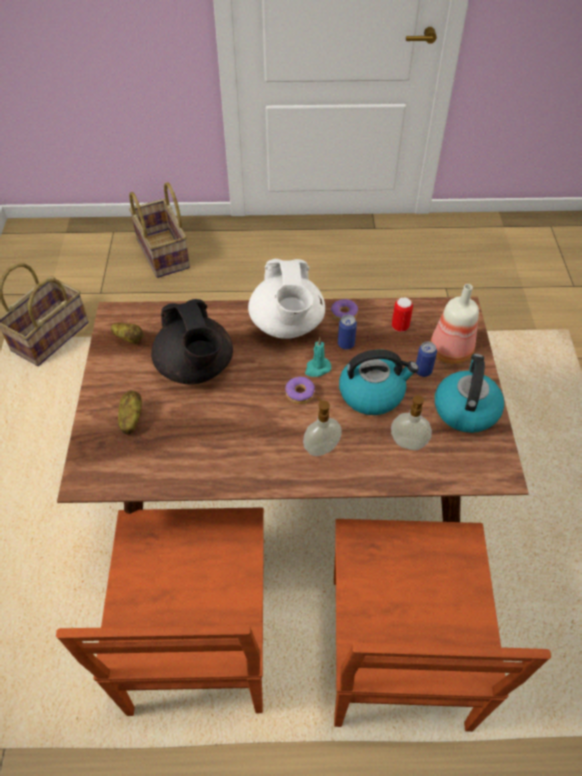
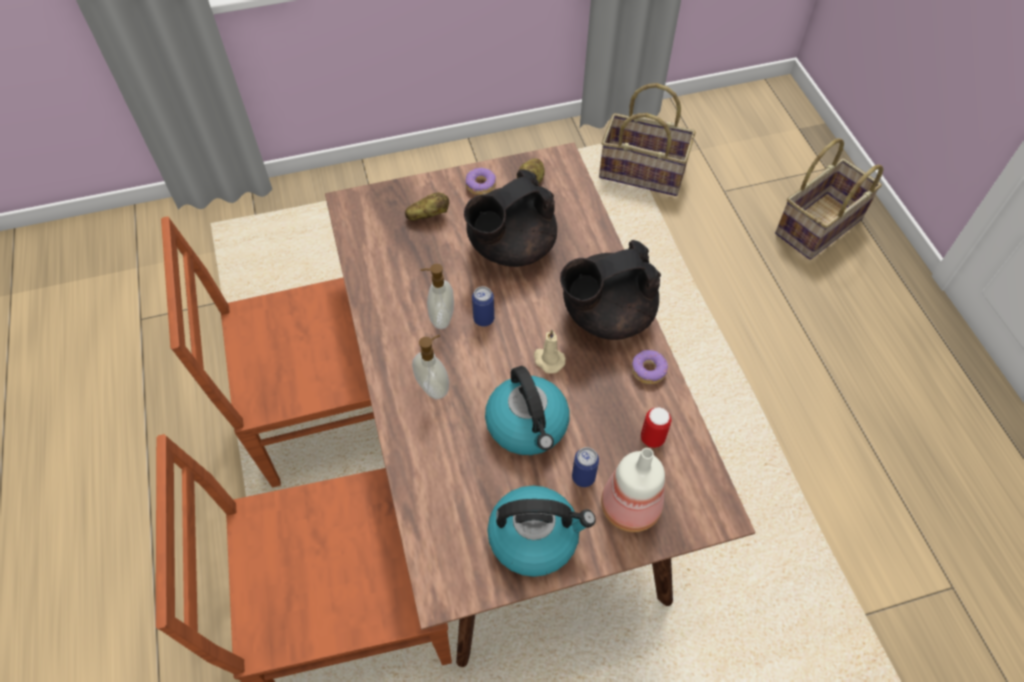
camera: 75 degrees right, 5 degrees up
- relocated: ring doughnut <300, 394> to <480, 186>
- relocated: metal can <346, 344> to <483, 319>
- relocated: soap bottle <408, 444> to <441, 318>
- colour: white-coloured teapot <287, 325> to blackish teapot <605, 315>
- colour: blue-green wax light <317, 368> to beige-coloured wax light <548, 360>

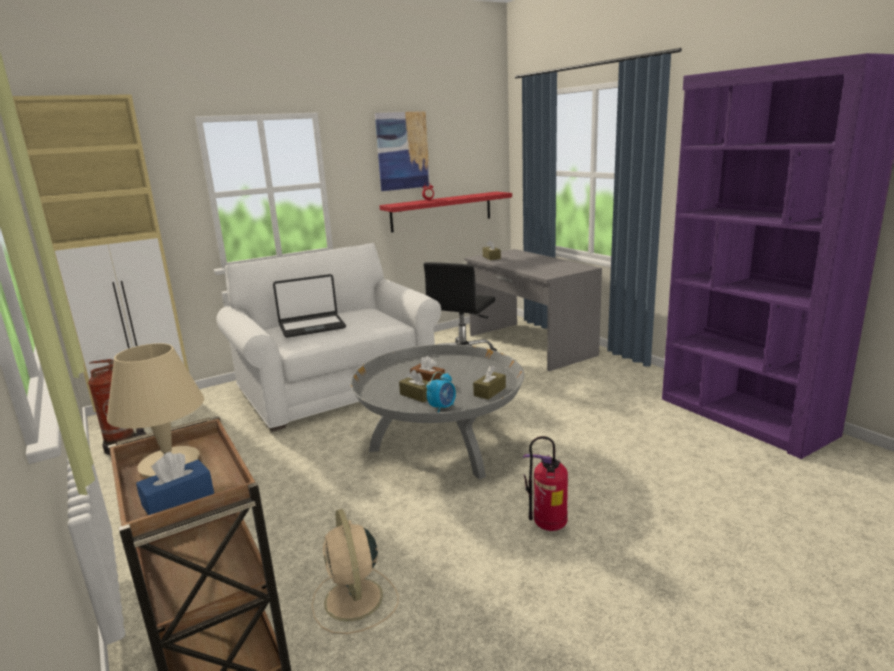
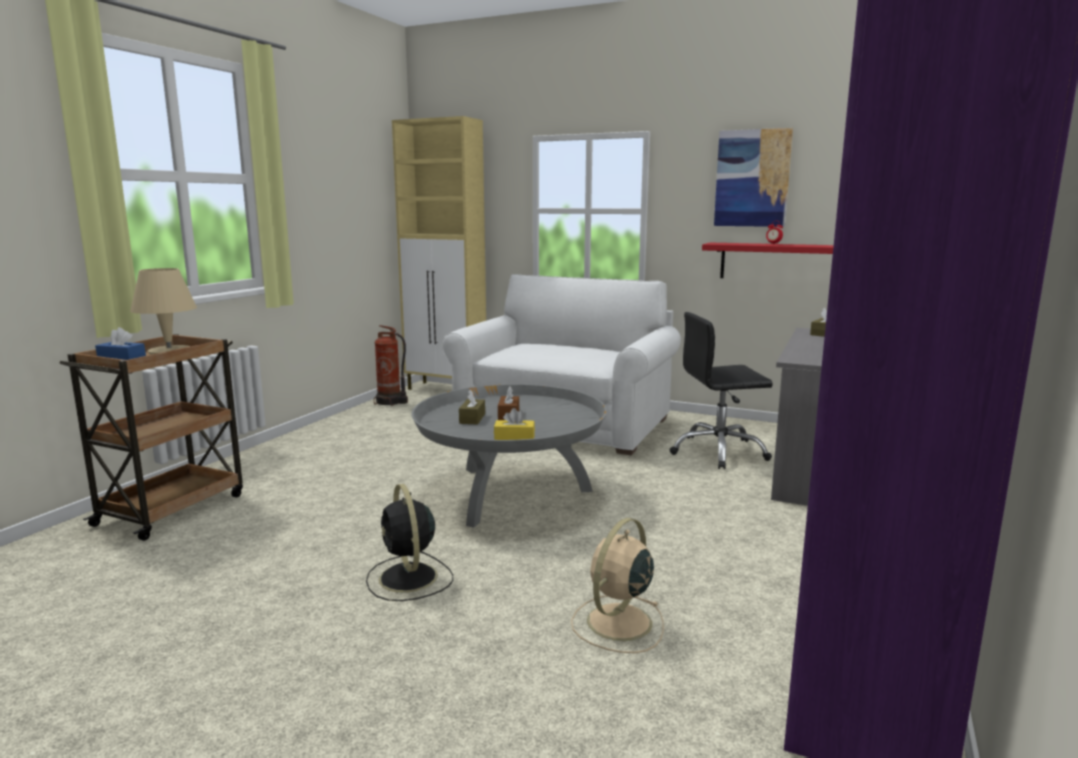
camera: 55 degrees right, 5 degrees down
- missing: laptop <312, 327>
- missing: alarm clock <442, 408>
- relocated: beige-coloured cooling fan <354, 601> to <617, 623>
- exchanged: fire-fighting cylinder <548, 527> to blackish cooling fan <409, 579>
- colour: brown box of tissues <489, 391> to yellow-coloured box of tissues <514, 439>

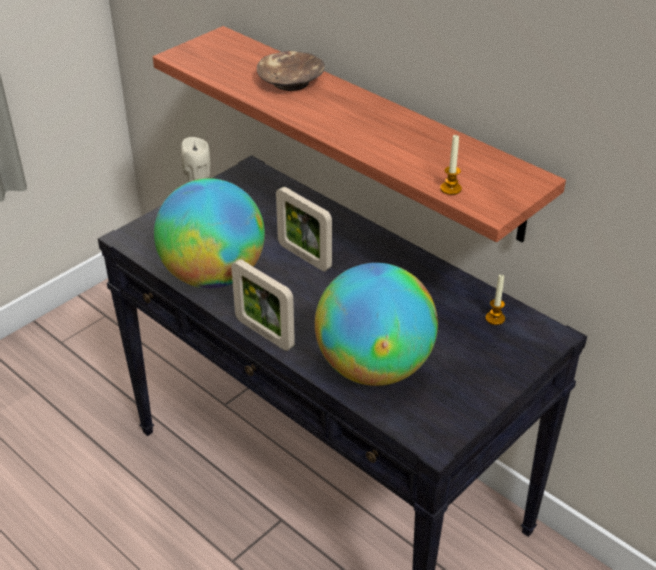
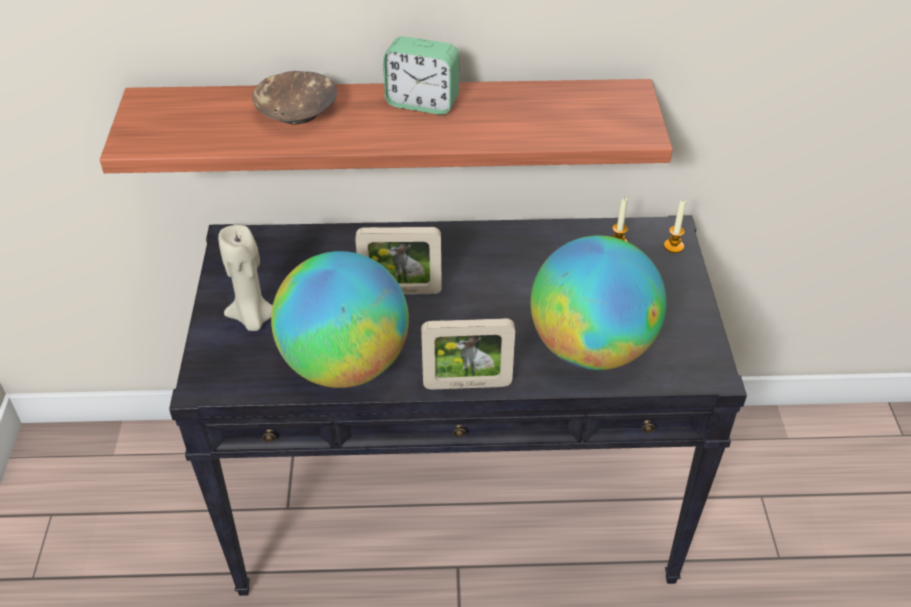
camera: 45 degrees left, 5 degrees up
- appeared: alarm clock <422, 102>
- relocated: wax light <450, 189> to <673, 246>

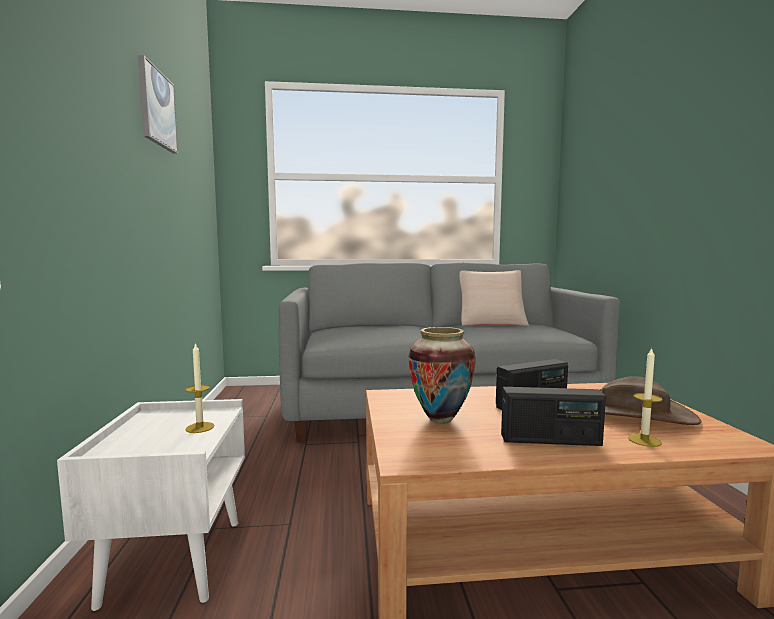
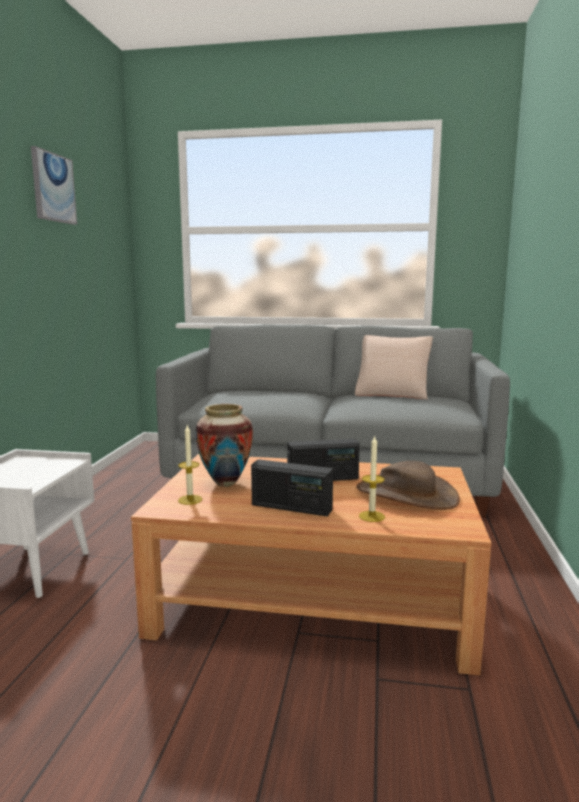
camera: 15 degrees right, 5 degrees up
- relocated: wax light <200, 427> to <190, 500>

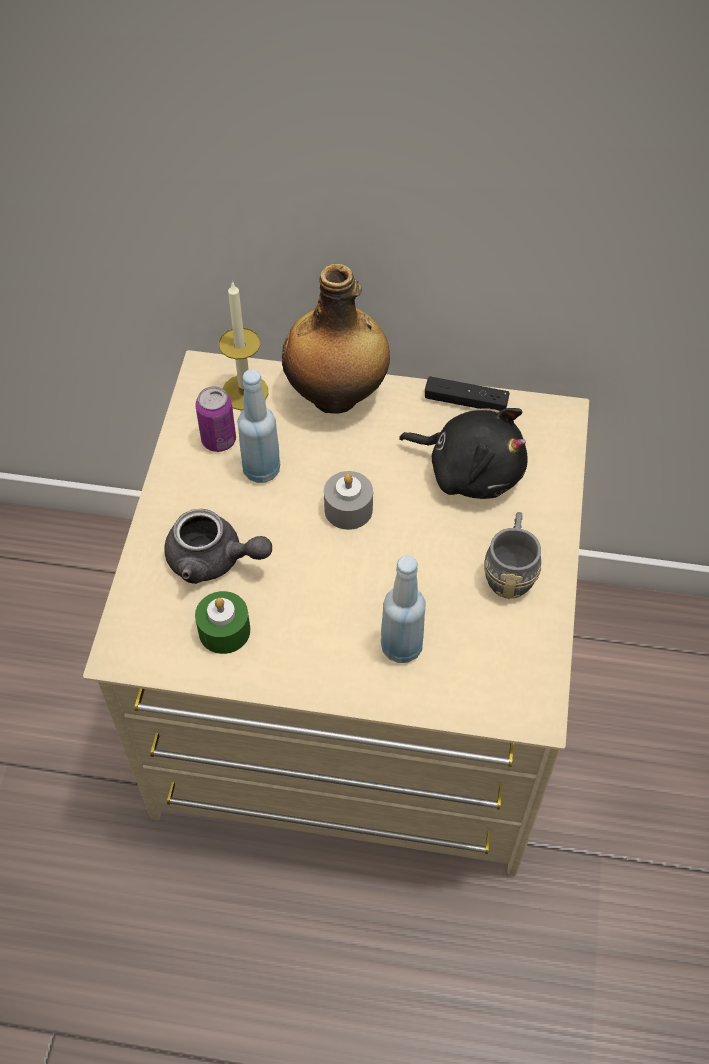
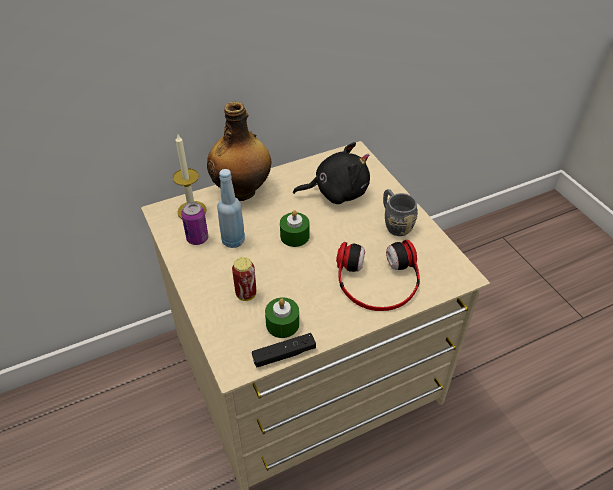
camera: 35 degrees left, 10 degrees down
- relocated: blackish game controller <465, 401> to <284, 354>
- exchanged: gray teapot <214, 560> to metal can <246, 294>
- exchanged: blue-coloured beverage bottle <401, 647> to pair of headphones <377, 282>
- colour: gray wax light <348, 509> to green-coloured wax light <294, 236>

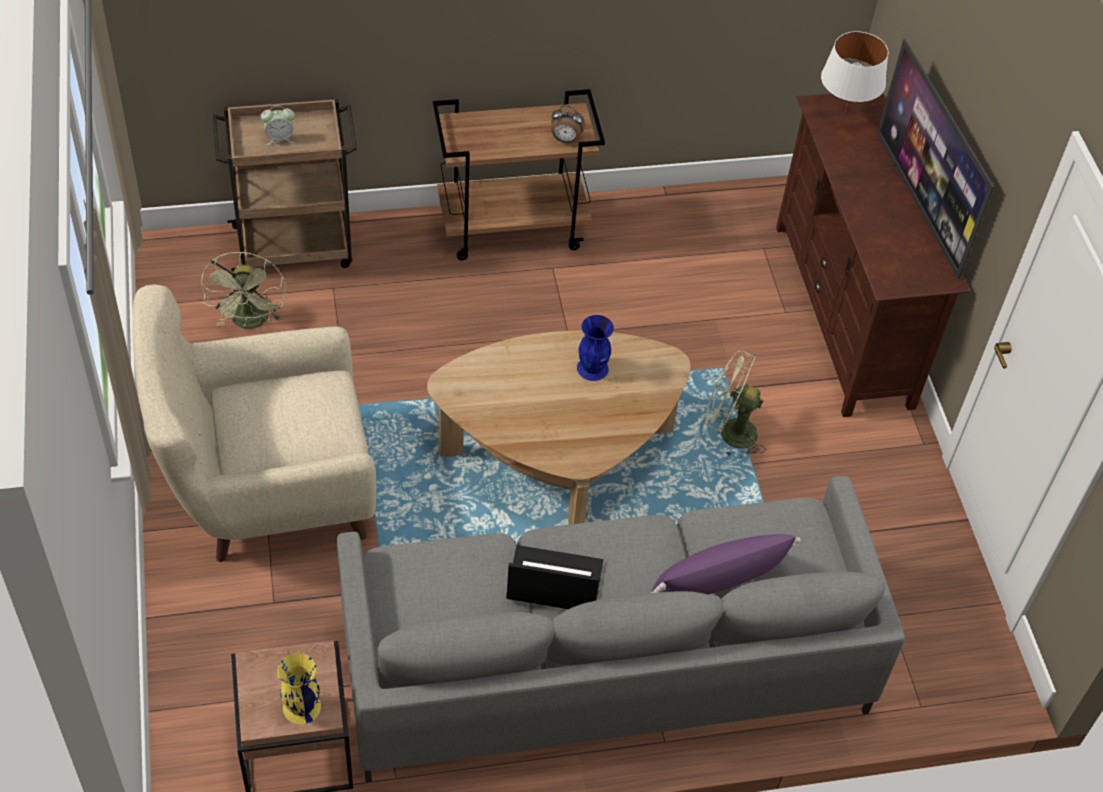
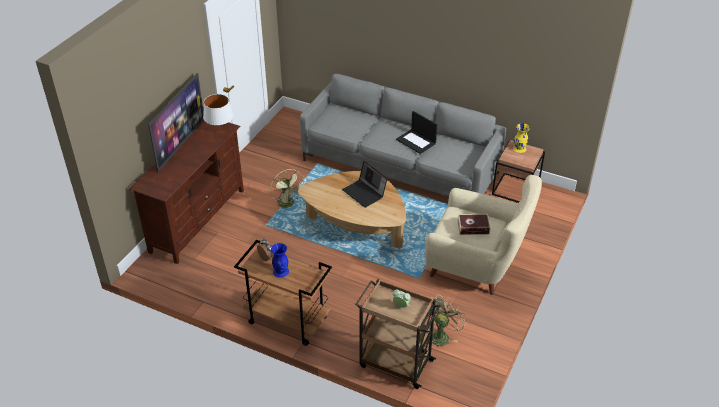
camera: 140 degrees left, 10 degrees down
- missing: purplish pillow <717, 582>
- appeared: laptop <365, 193>
- appeared: volume <473, 227>
- relocated: blue-coloured vase <593, 368> to <280, 271>
- relocated: white-coloured tabletop lamp <845, 112> to <220, 132>

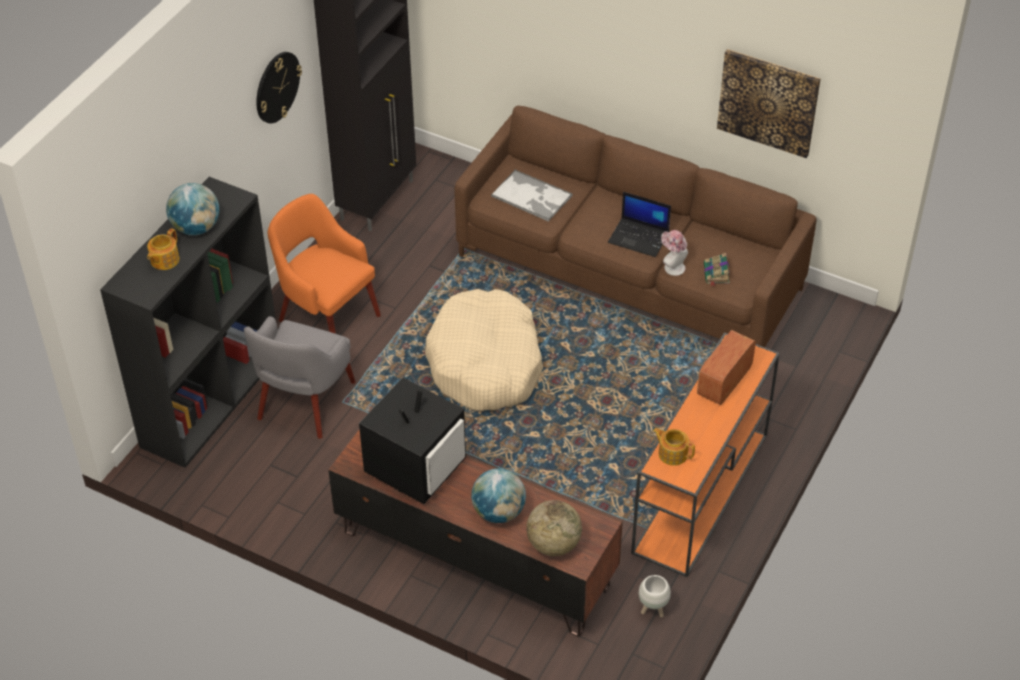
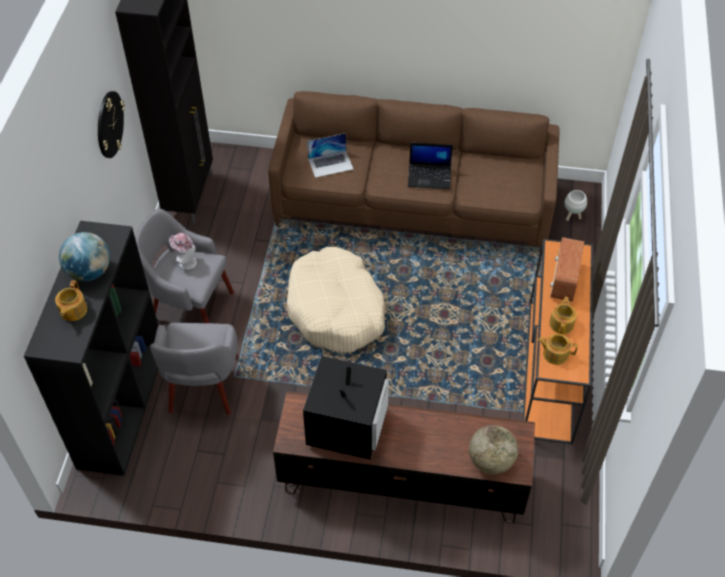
camera: 20 degrees left, 5 degrees up
- missing: globe <498, 512>
- missing: volume <716, 274>
- missing: picture <768, 102>
- appeared: teapot <562, 323>
- relocated: white-coloured planter <652, 610> to <572, 216>
- relocated: wearable hat <672, 266> to <185, 262>
- exchanged: tray <532, 196> to laptop <331, 164>
- colour: orange-coloured lounge chair <327, 317> to gray lounge chair <190, 305>

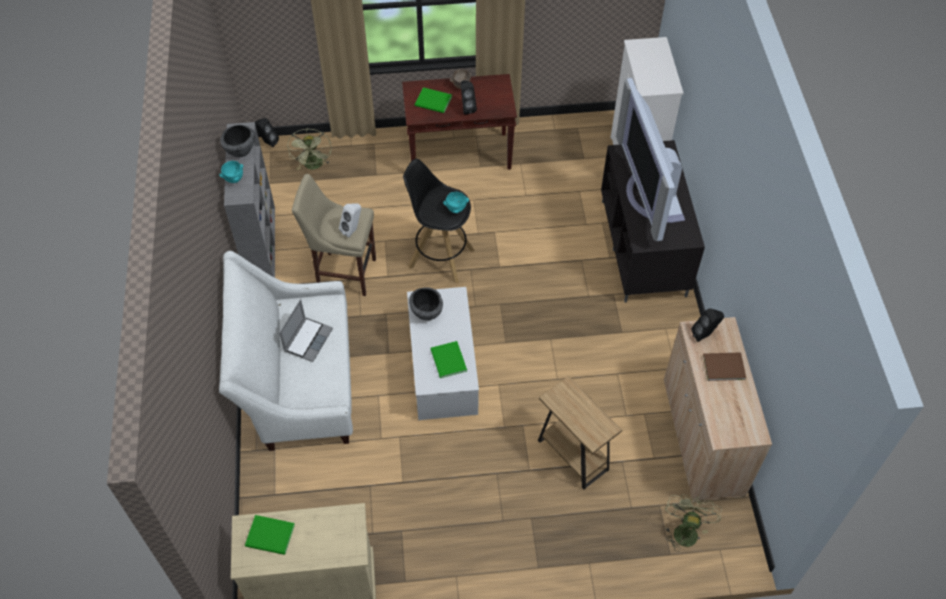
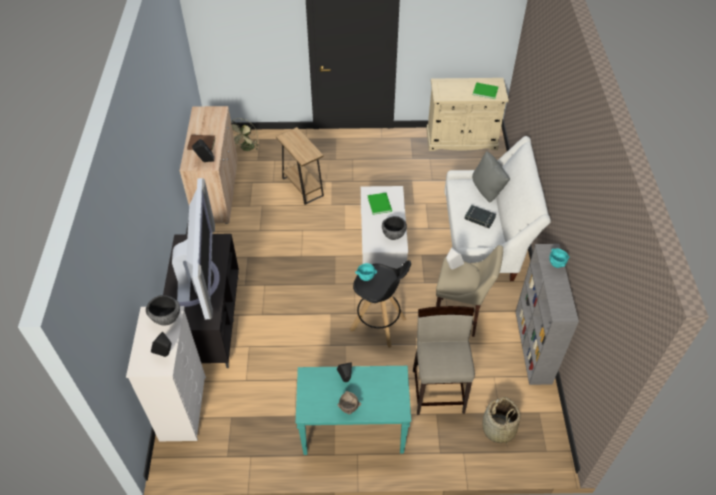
camera: 175 degrees left, 5 degrees down
- missing: green-coloured volume <434, 102>
- appeared: beige-coloured sitting stool <438, 390>
- appeared: gray pillow <487, 191>
- relocated: serving bowl <240, 151> to <167, 318>
- relocated: blackish audio speaker <268, 142> to <165, 354>
- exchanged: laptop <308, 339> to blackish volume <479, 218>
- exchanged: green-coloured cooling fan <314, 166> to household basket <498, 429>
- colour: brown console table <460, 154> to blue-green console table <352, 431>

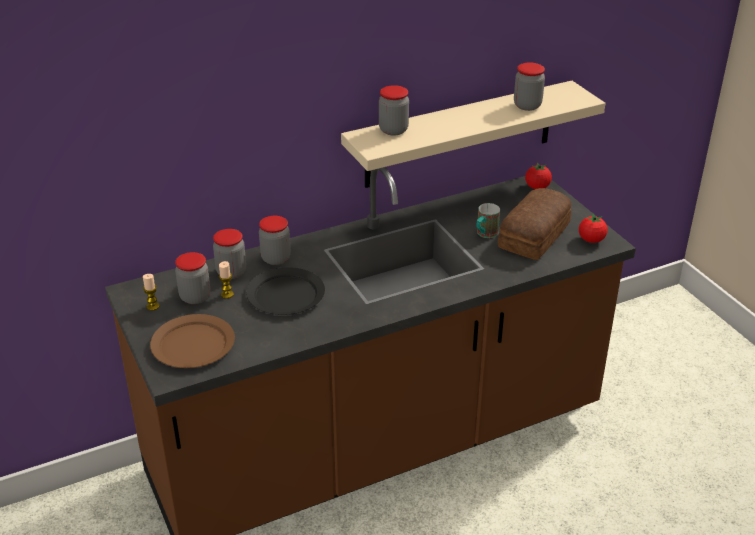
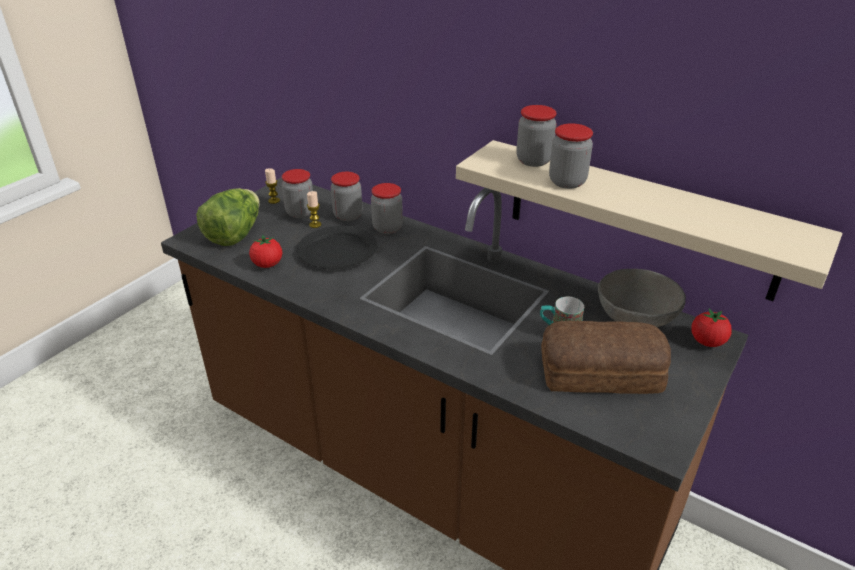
camera: 60 degrees right, 0 degrees up
- appeared: gray serving bowl <636, 319>
- relocated: jar <527, 105> to <567, 182>
- relocated: whole tomato <591, 240> to <267, 264>
- exchanged: brown flat dish <193, 345> to head of lettuce <235, 234>

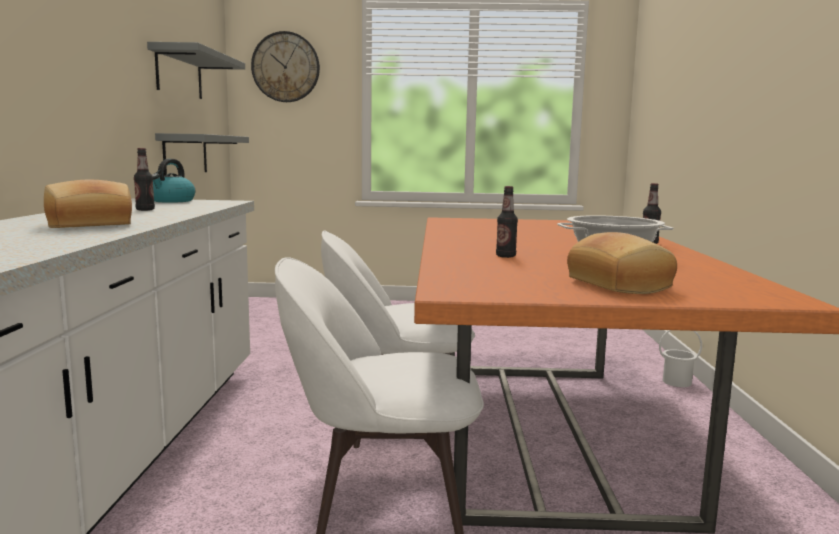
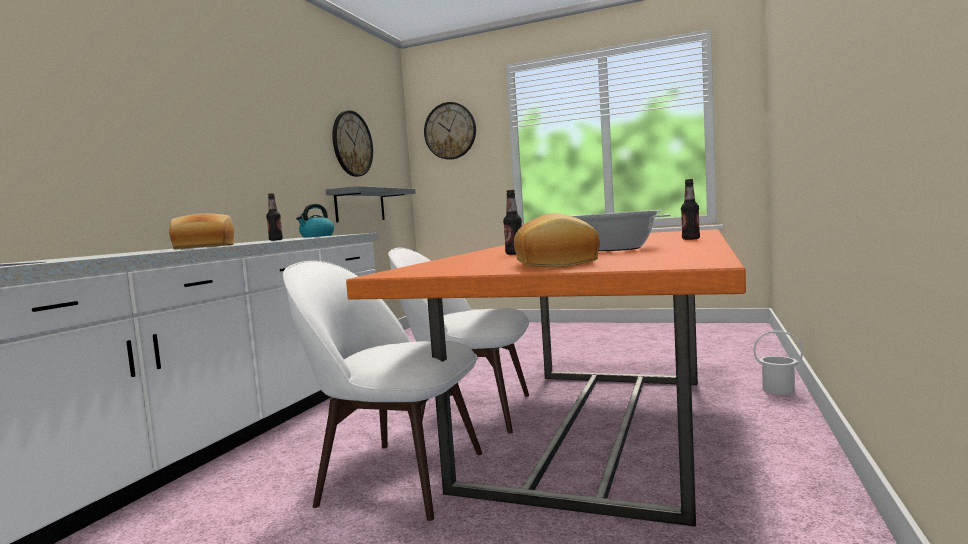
camera: 20 degrees right, 5 degrees down
- exchanged: gray bracket shelf <179, 74> to hanging clock <352, 144>

